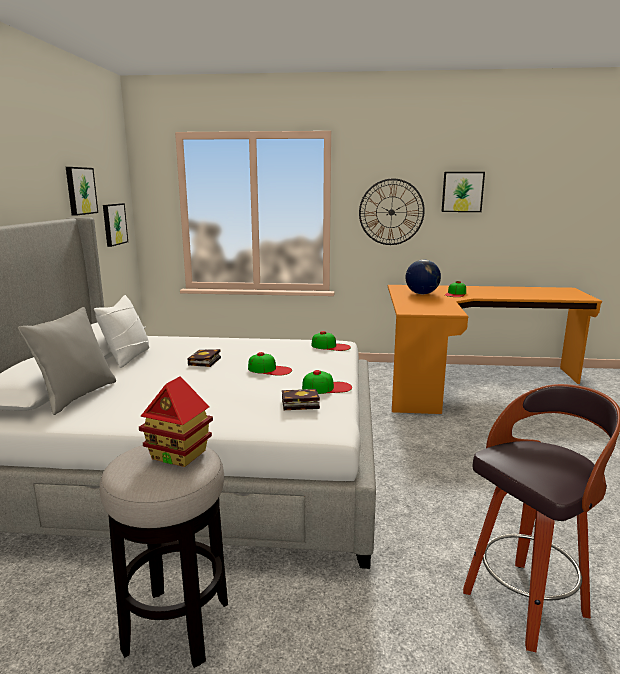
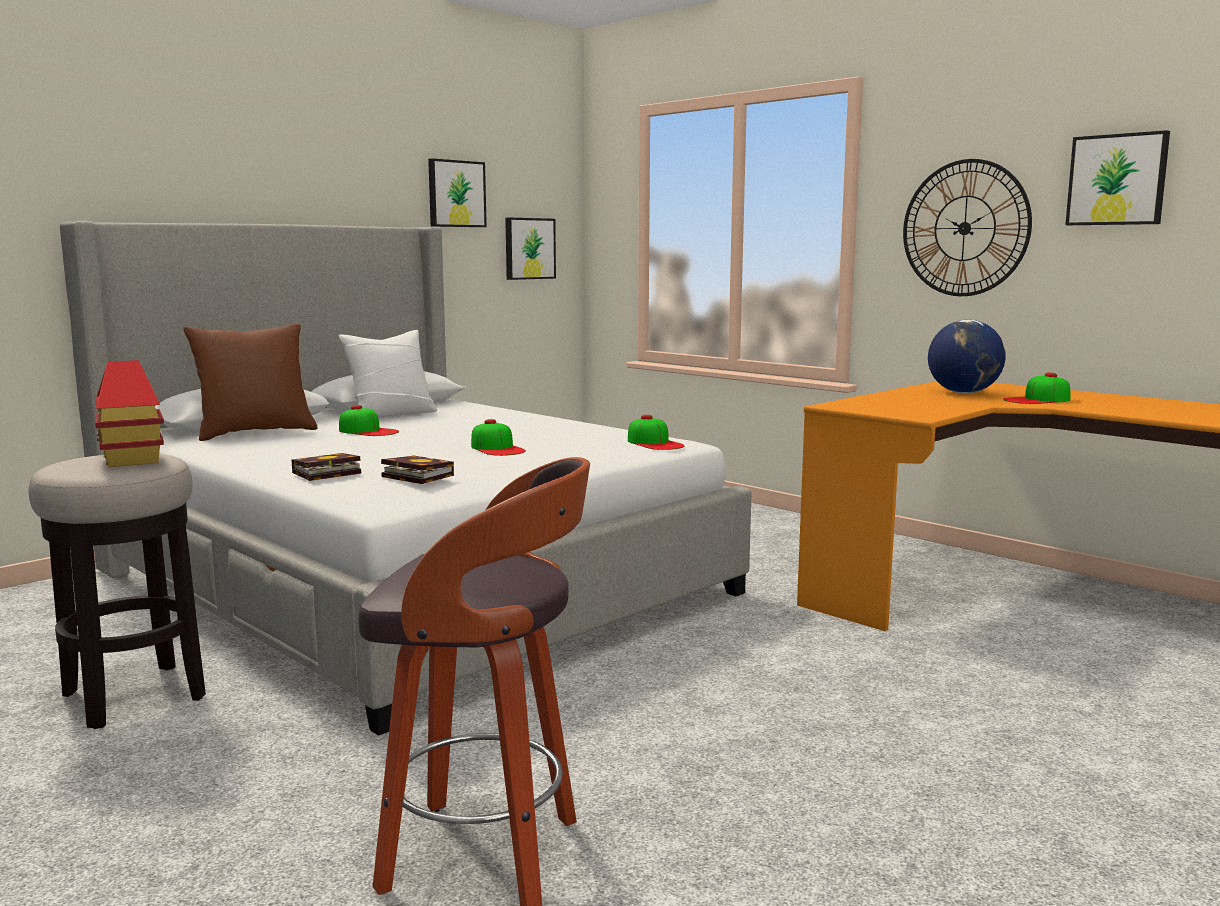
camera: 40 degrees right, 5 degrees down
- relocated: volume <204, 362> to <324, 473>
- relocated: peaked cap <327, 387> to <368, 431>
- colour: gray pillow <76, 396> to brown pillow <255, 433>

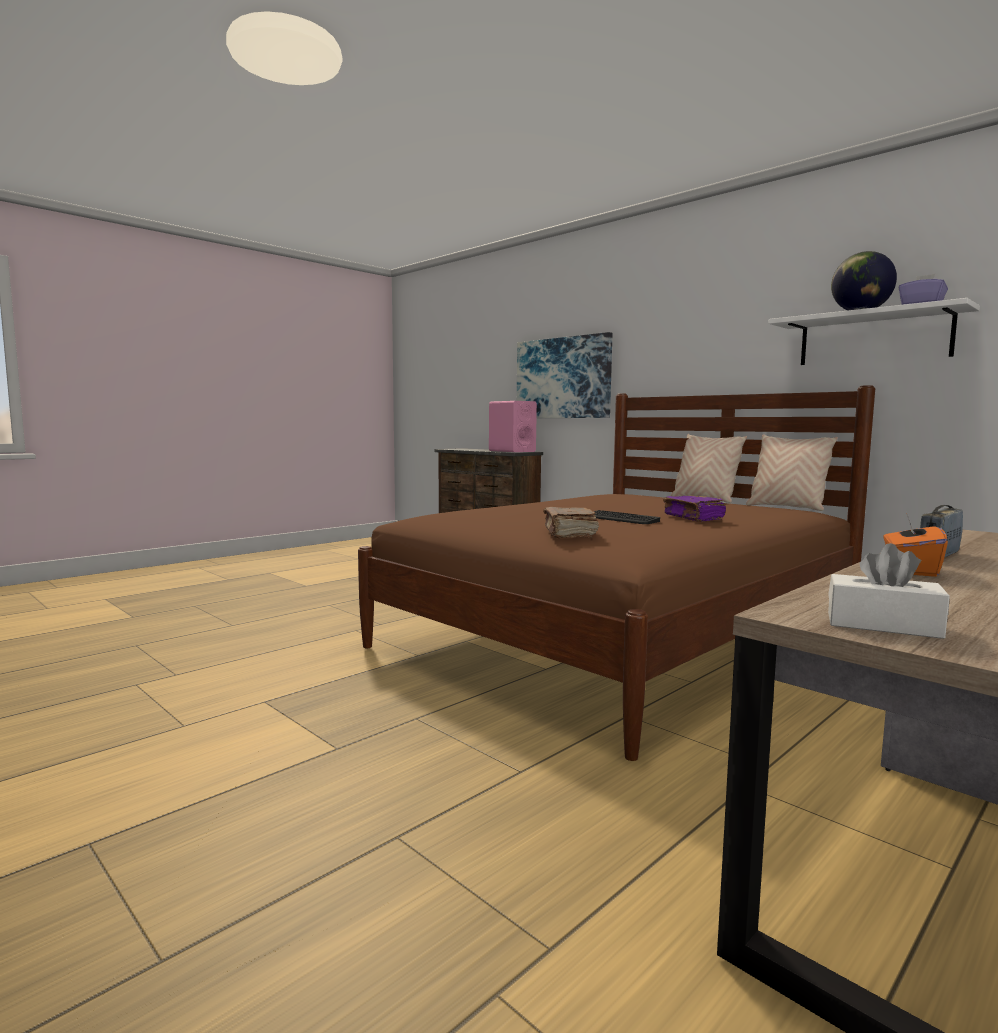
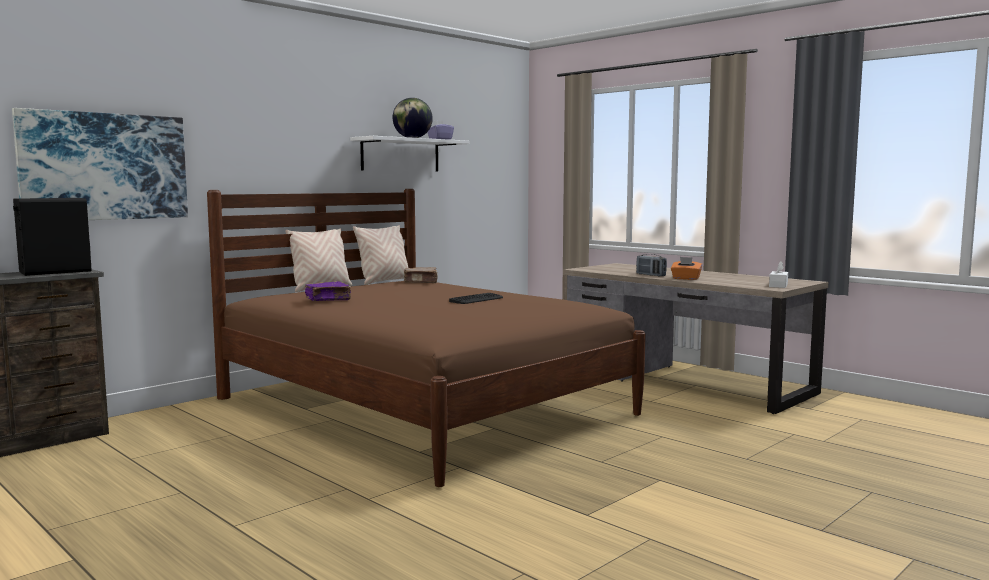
camera: 90 degrees left, 0 degrees up
- relocated: brown volume <569, 533> to <421, 282>
- relocated: purplish volume <693, 518> to <328, 299>
- colour: pinkish audio speaker <511, 451> to blackish audio speaker <54, 271>

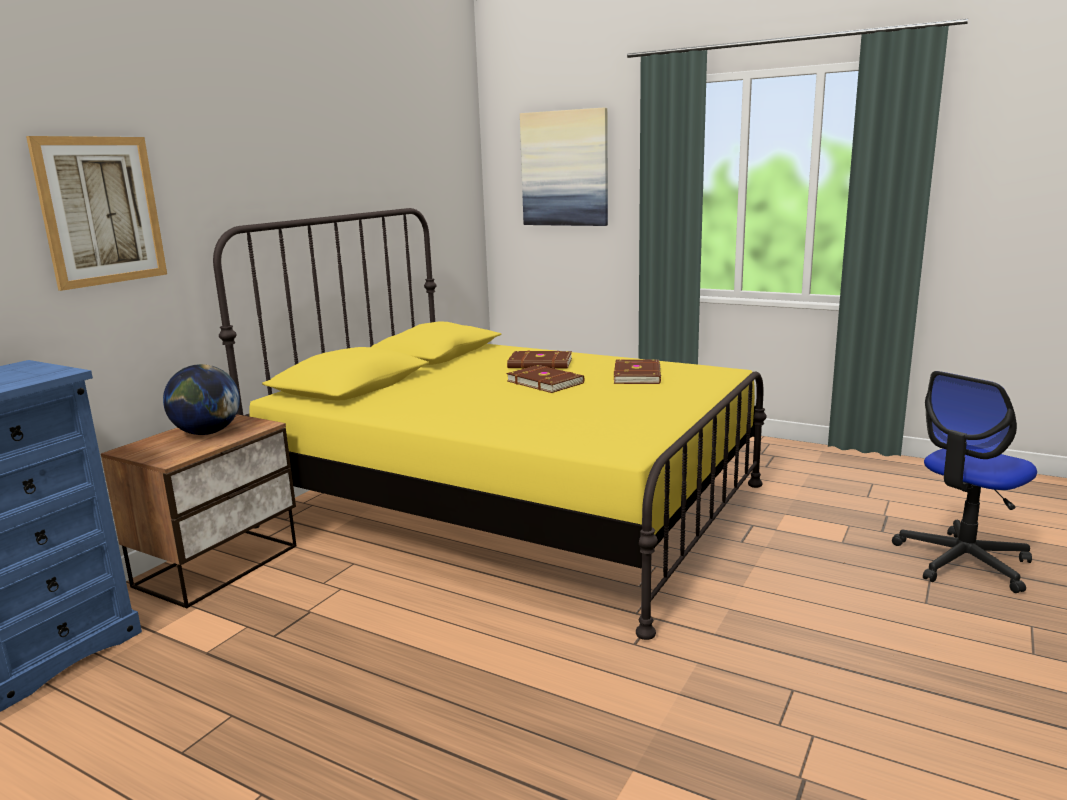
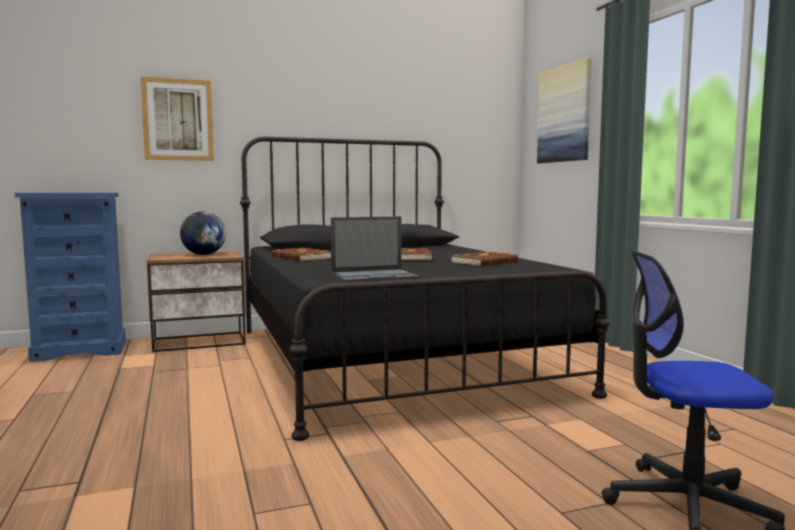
camera: 40 degrees right, 10 degrees down
- appeared: laptop <375, 276>
- relocated: brown volume <540, 364> to <300, 258>
- colour: yellow-coloured bed <513, 505> to blackish bed <391, 359>

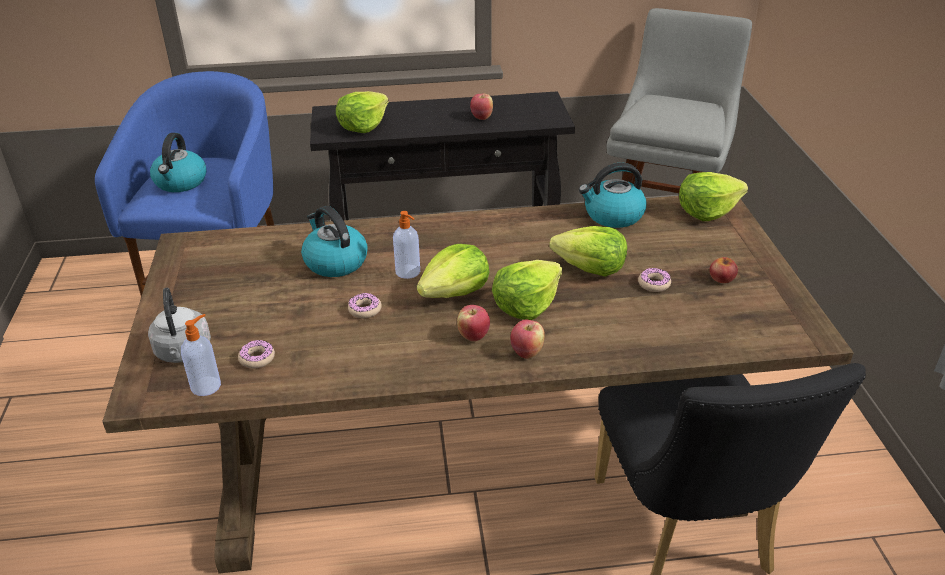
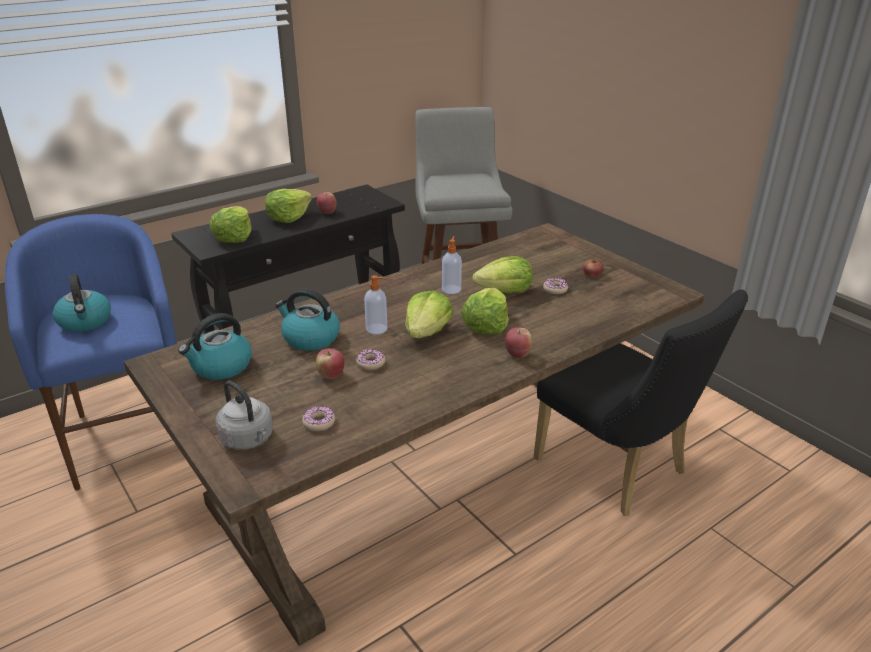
camera: 30 degrees left, 5 degrees down
- relocated: soap bottle <207, 385> to <451, 289>
- relocated: apple <473, 336> to <331, 375>
- relocated: water kettle <613, 215> to <221, 367>
- relocated: head of lettuce <707, 211> to <288, 217>

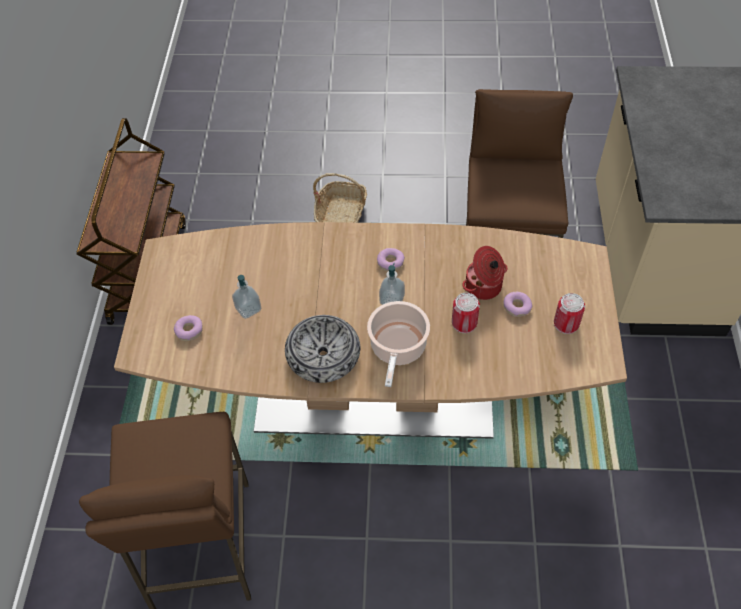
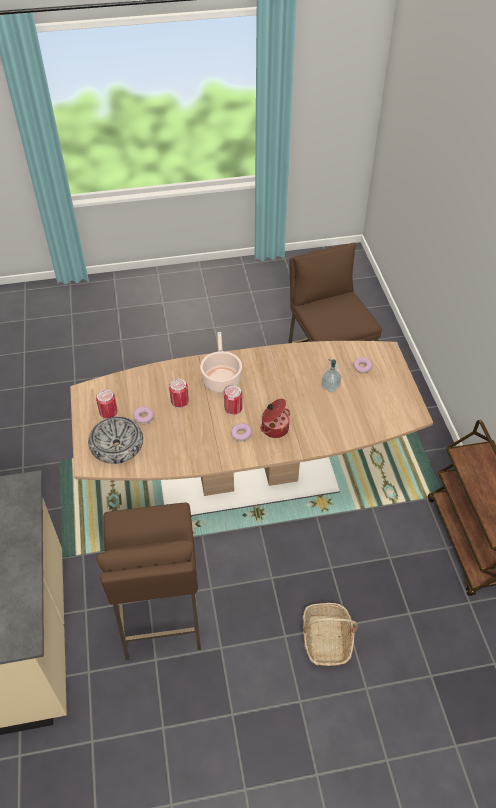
camera: 165 degrees right, 5 degrees down
- relocated: serving bowl <323, 354> to <117, 445>
- relocated: saucepot <484, 287> to <274, 427>
- exchanged: soap bottle <392, 300> to metal can <233, 408>

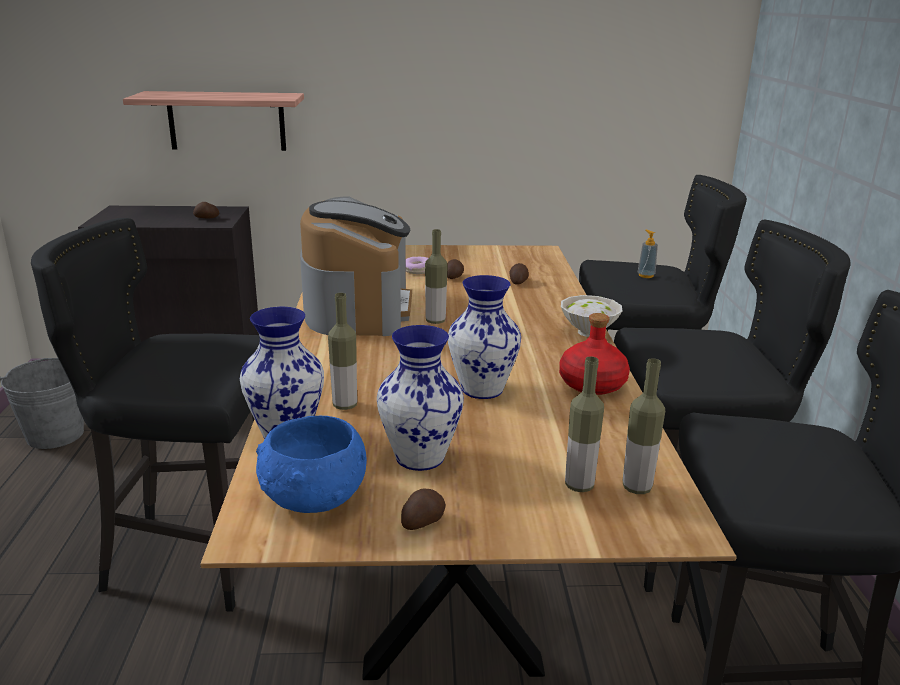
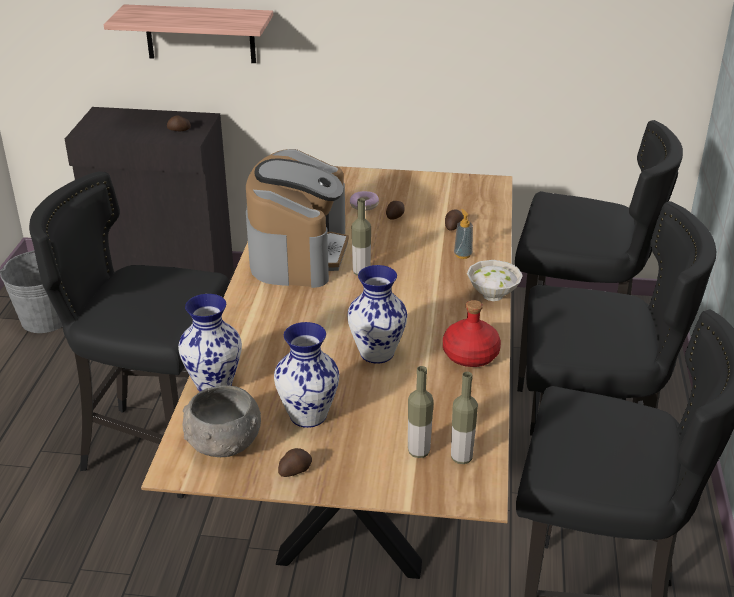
camera: 10 degrees right, 10 degrees up
- missing: beverage bottle <345, 405>
- relocated: soap bottle <646, 275> to <463, 255>
- colour: blue-coloured serving bowl <313, 497> to gray serving bowl <223, 443>

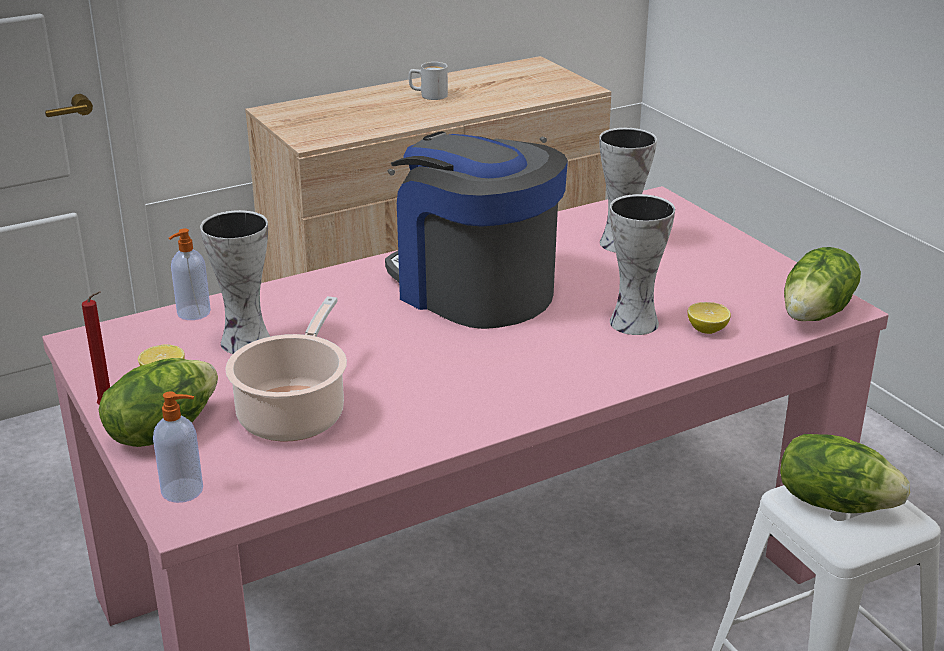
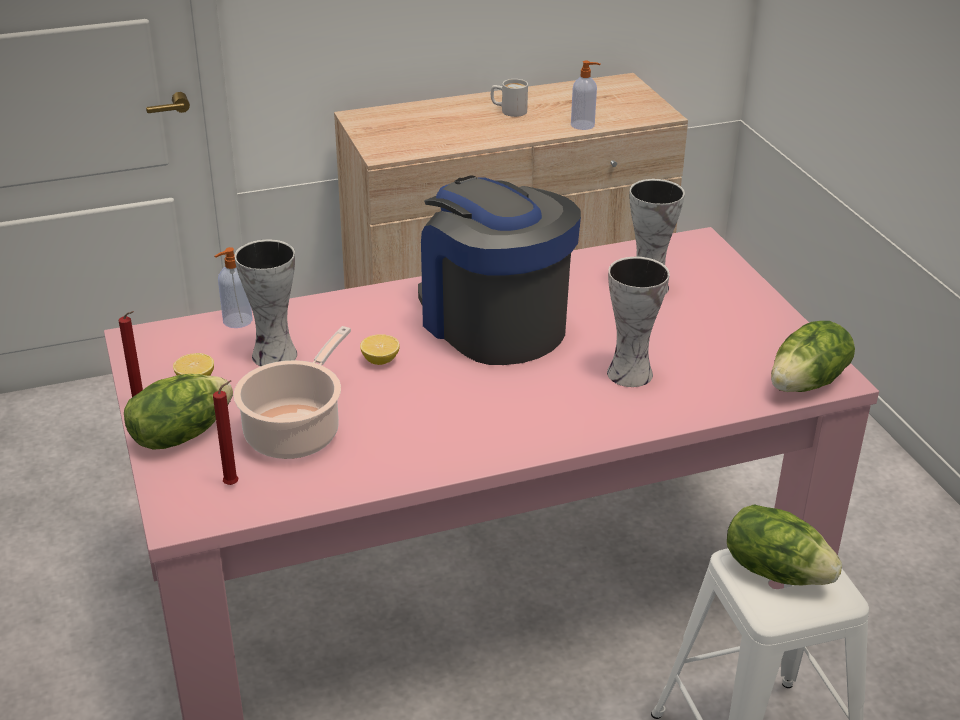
camera: 10 degrees right, 5 degrees up
- appeared: red wax light <233, 484>
- relocated: soap bottle <184, 491> to <583, 125>
- relocated: lemon <707, 329> to <380, 360>

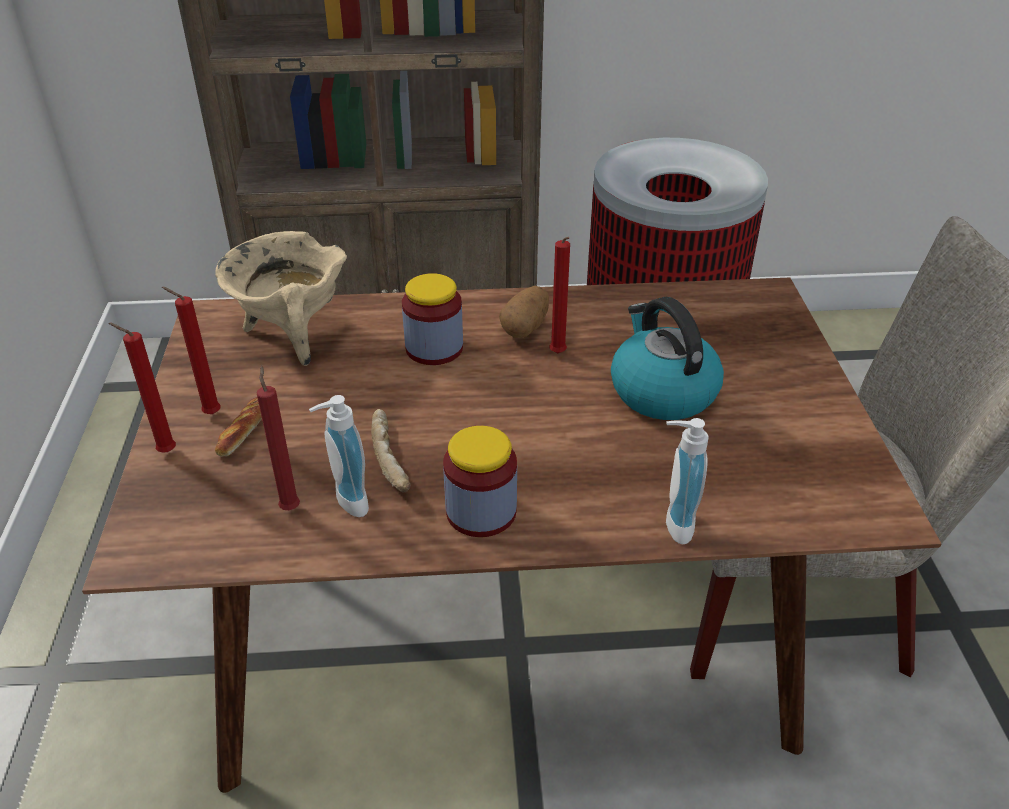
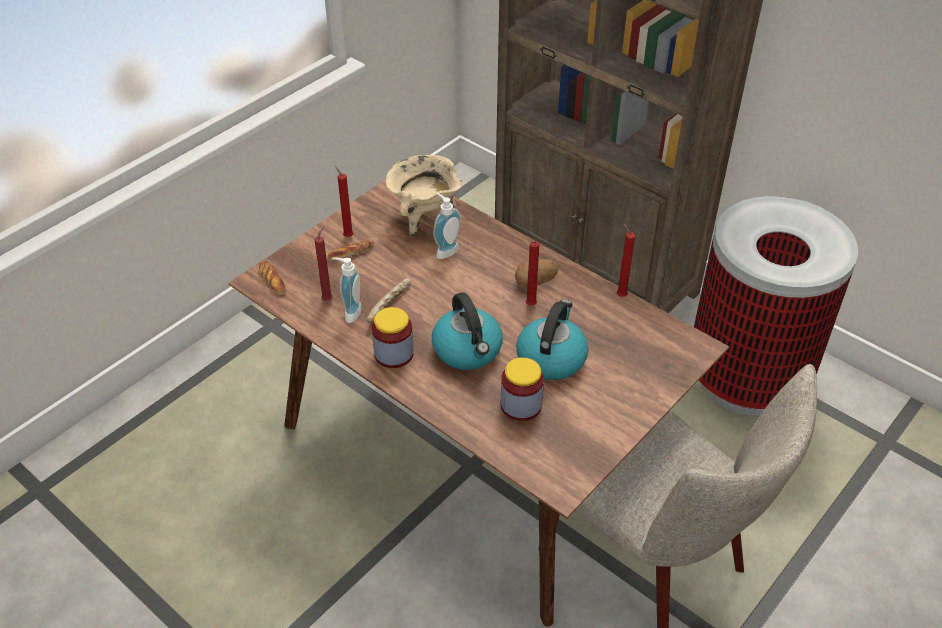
camera: 45 degrees right, 5 degrees up
- appeared: baked bread <273, 280>
- appeared: water kettle <468, 350>
- relocated: red wax light <164, 452> to <620, 295>
- relocated: jar <434, 348> to <521, 405>
- relocated: soap bottle <673, 524> to <445, 250>

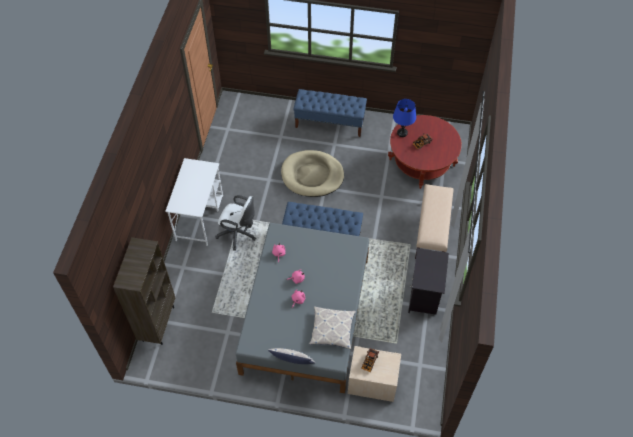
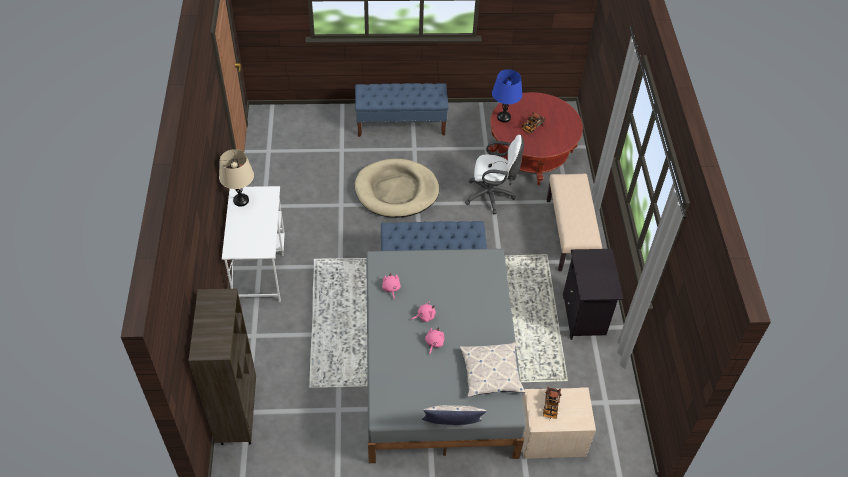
camera: 15 degrees left, 5 degrees down
- appeared: beige-coloured tabletop lamp <241, 200>
- relocated: white-coloured desk chair <238, 234> to <492, 196>

